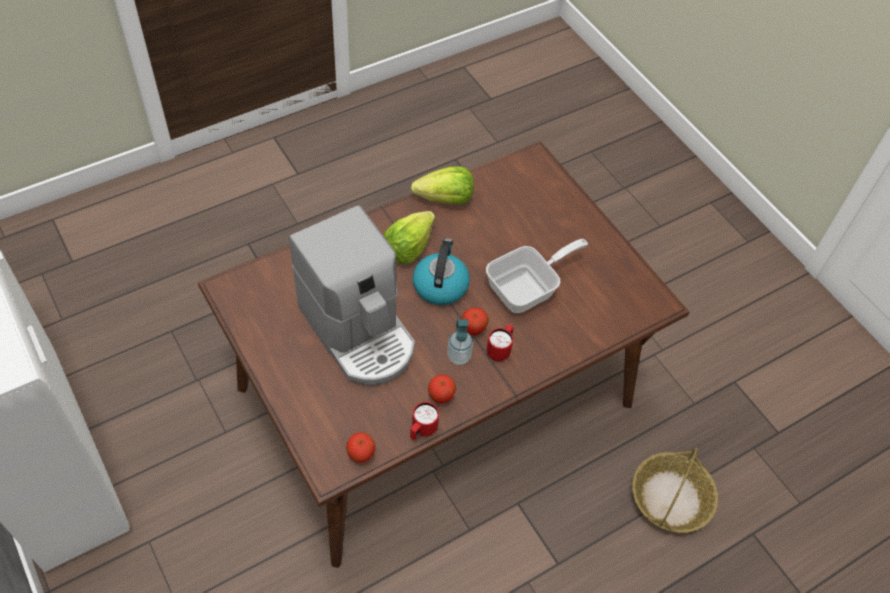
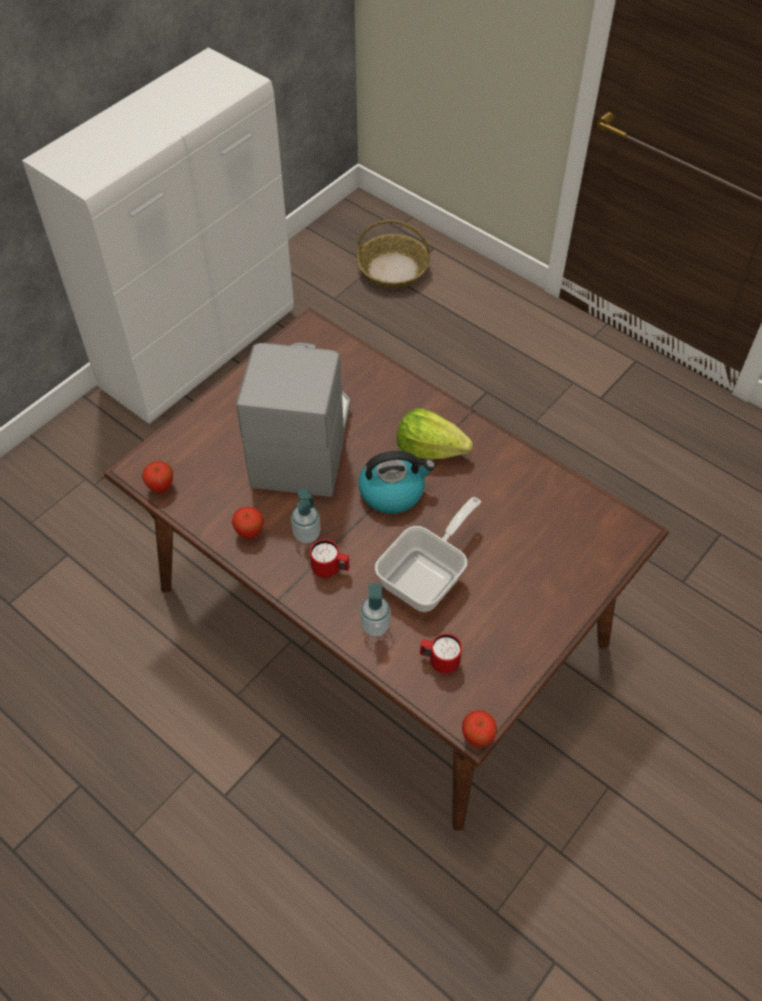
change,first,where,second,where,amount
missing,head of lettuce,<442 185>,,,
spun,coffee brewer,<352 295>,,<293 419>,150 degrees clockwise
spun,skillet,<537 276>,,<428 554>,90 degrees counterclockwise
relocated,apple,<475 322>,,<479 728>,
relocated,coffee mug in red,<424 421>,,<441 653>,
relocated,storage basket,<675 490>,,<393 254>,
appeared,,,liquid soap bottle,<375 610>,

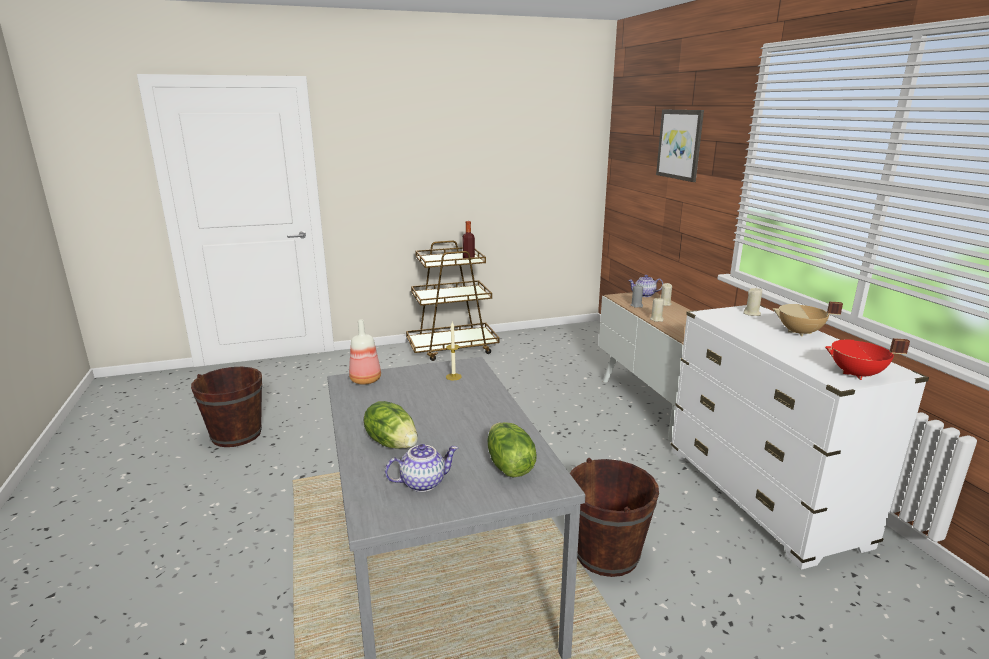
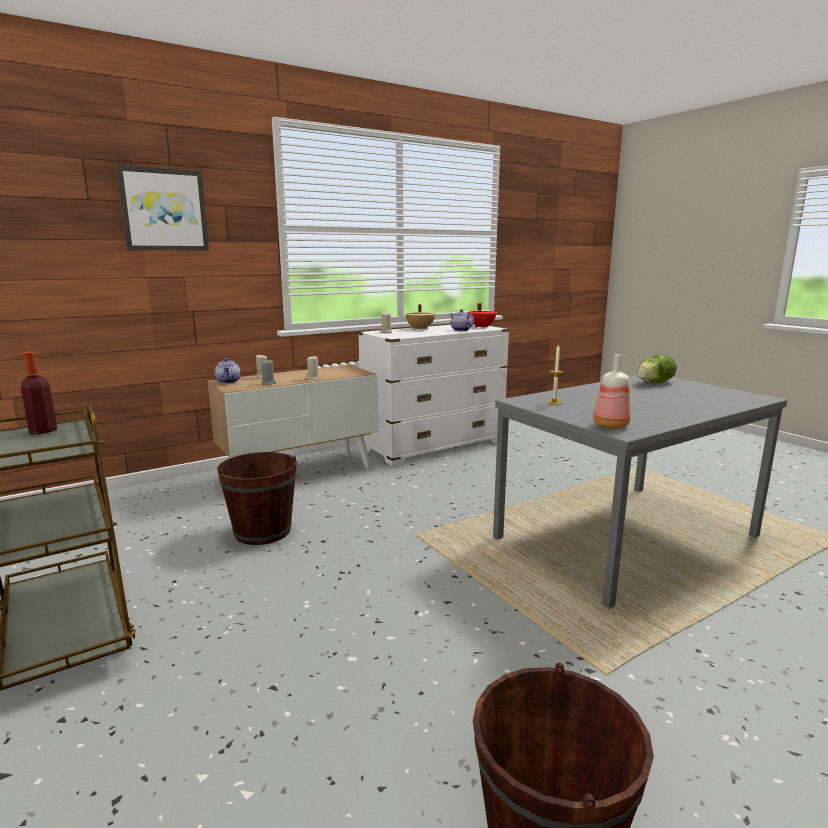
change,first,where,second,where,amount
missing,head of lettuce,<391 425>,,,
relocated,teapot,<421 468>,,<462 320>,
relocated,water bucket in brown-coloured,<614 517>,,<257 498>,

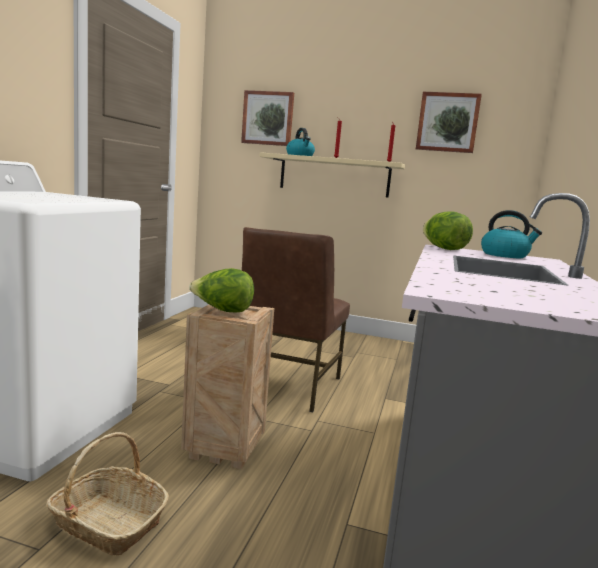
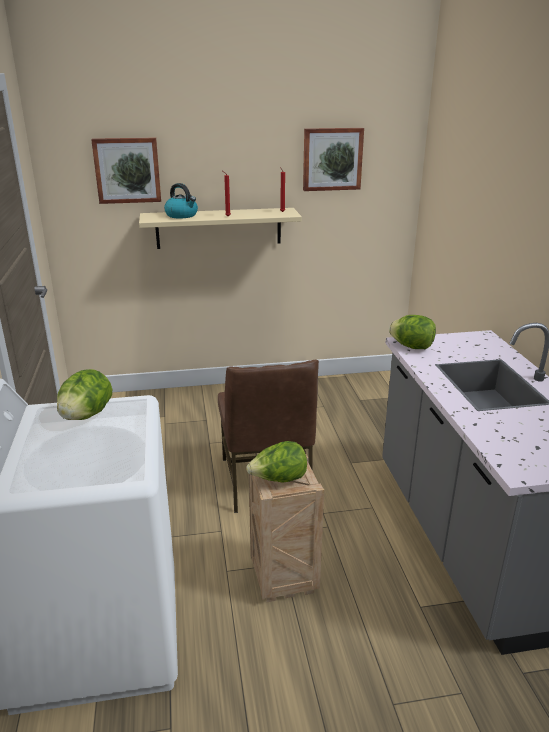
change,first,where,second,where,amount
missing,kettle,<511 234>,,,
missing,storage basket,<107 494>,,,
appeared,,,head of lettuce,<84 394>,

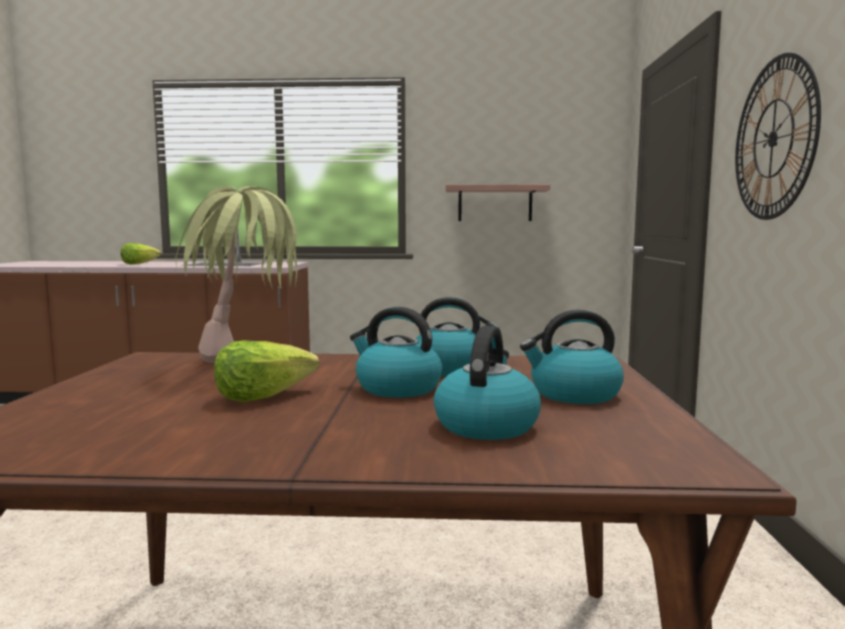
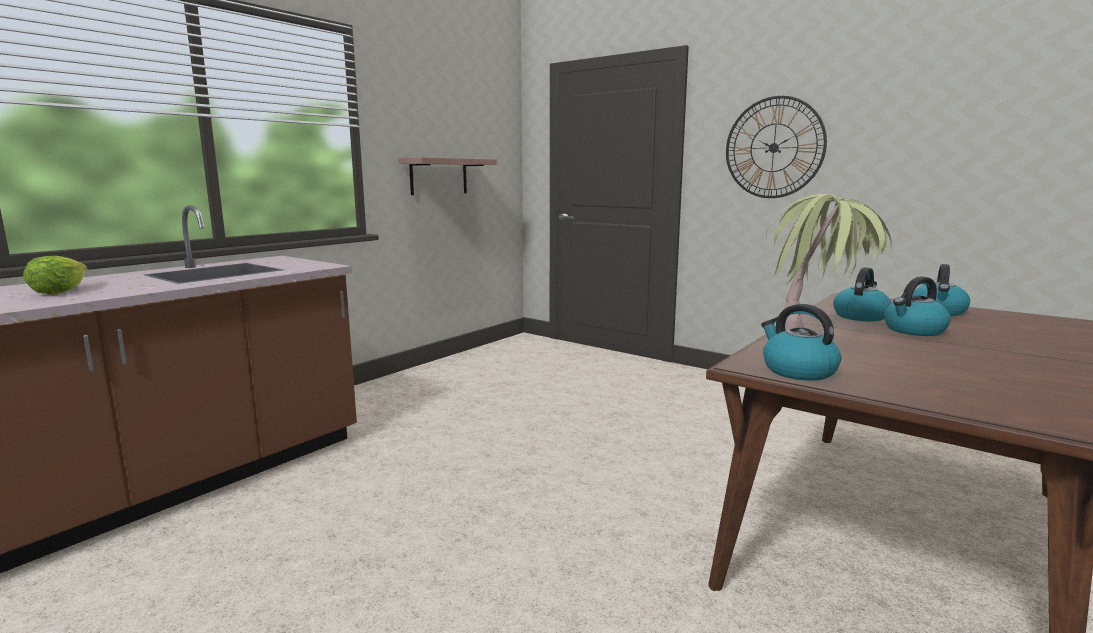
change,first,where,second,where,amount
relocated,kettle,<487 382>,,<801 342>,
missing,head of lettuce,<266 371>,,,

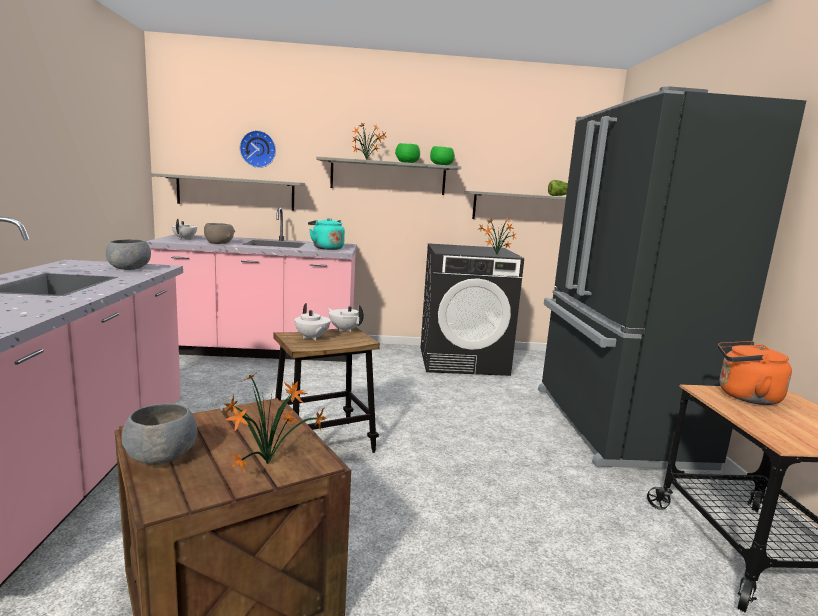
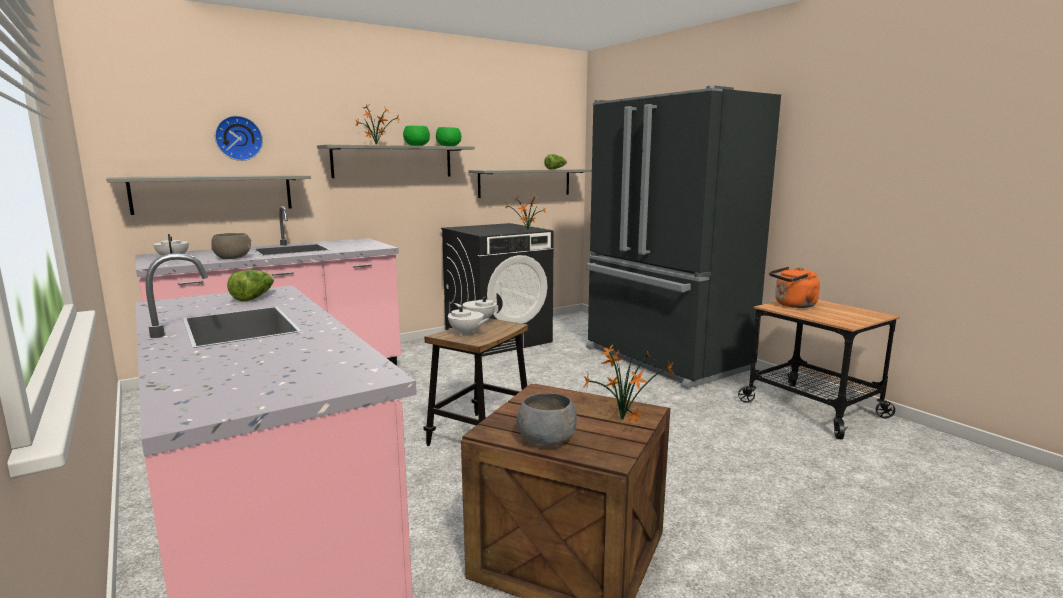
change,first,where,second,where,amount
missing,kettle in turquoise-coloured,<326 234>,,,
exchanged,serving bowl in greyish,<128 254>,head of lettuce,<250 285>,

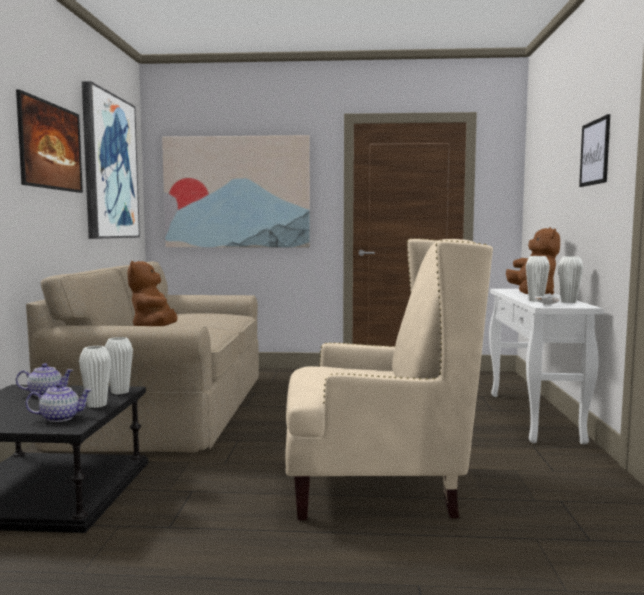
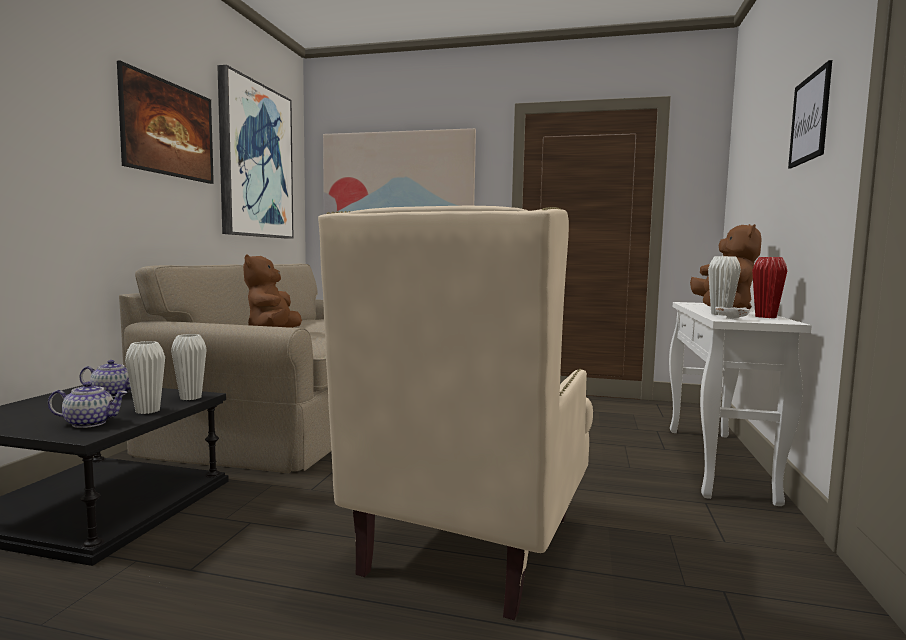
change,first,where,second,where,amount
spun,lounge chair in beige,<389 379>,,<455 412>,105 degrees clockwise
colour,flower vase in white,<570 279>,flower vase in red,<769 287>,

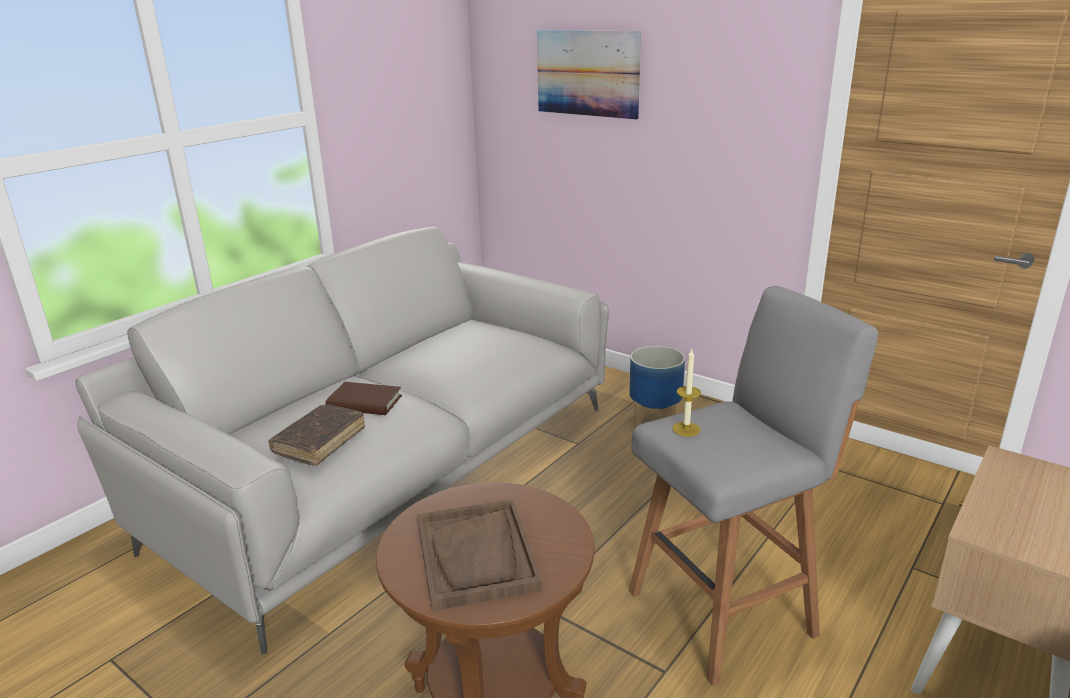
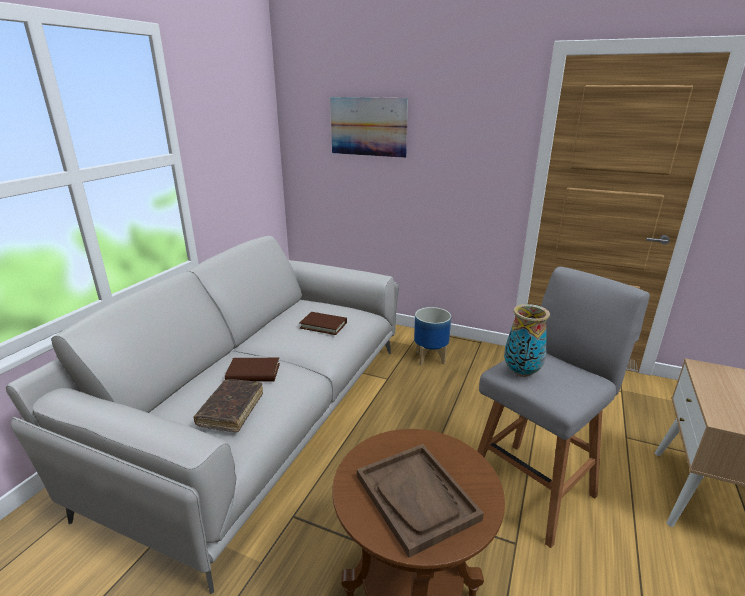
change,first,where,second,where,amount
exchanged,candle,<686 393>,flower vase,<527 340>,
appeared,,,volume in brown-coloured,<323 323>,

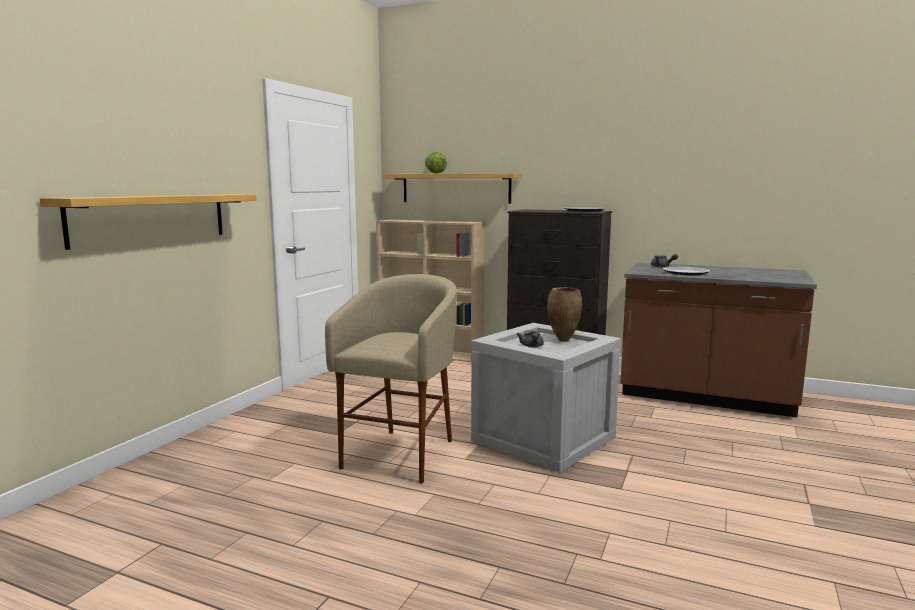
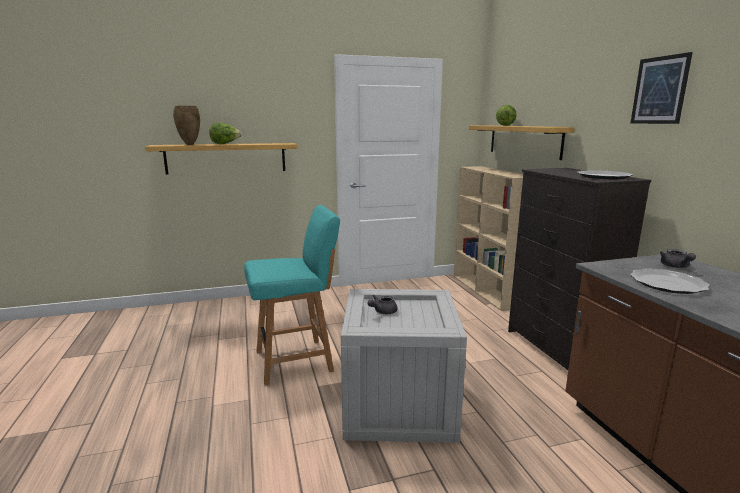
change,first,where,second,where,amount
exchanged,stool seat in beige,<391 379>,upright chair in turquoise-coloured,<292 295>,
relocated,flower vase in brown-coloured,<564 314>,,<186 125>,
appeared,,,wall picture,<662 88>,
appeared,,,head of lettuce,<225 133>,

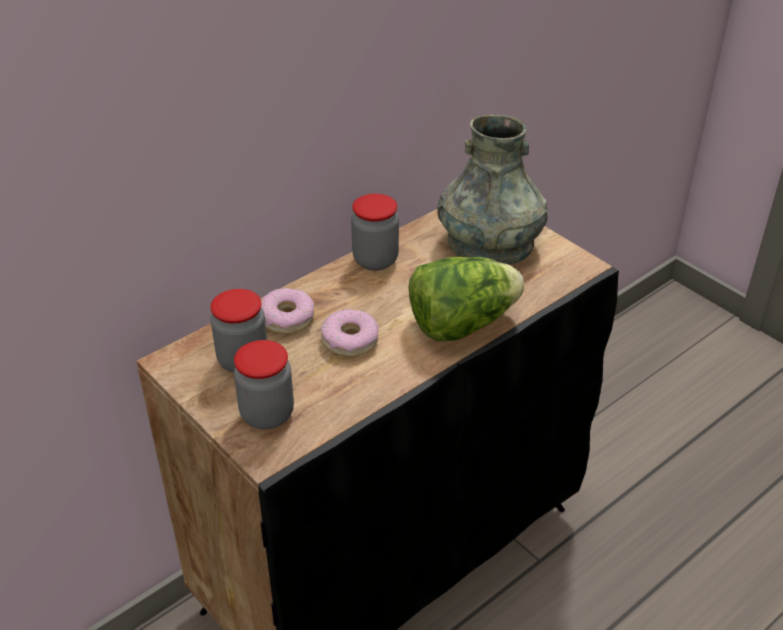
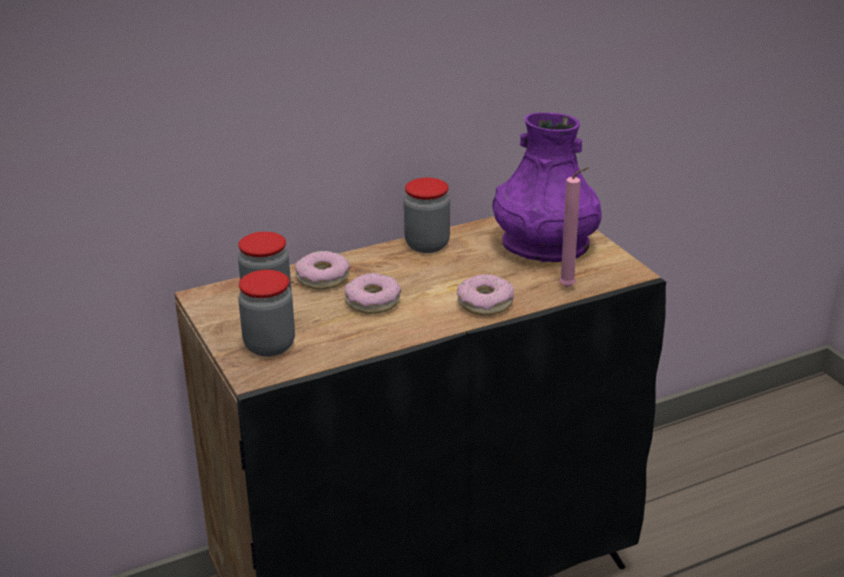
change,first,where,second,where,amount
colour,flower vase in greyish,<492 189>,flower vase in purple,<547 187>,
exchanged,head of lettuce,<466 299>,ring doughnut,<485 295>,
appeared,,,candle in pink-coloured,<574 227>,

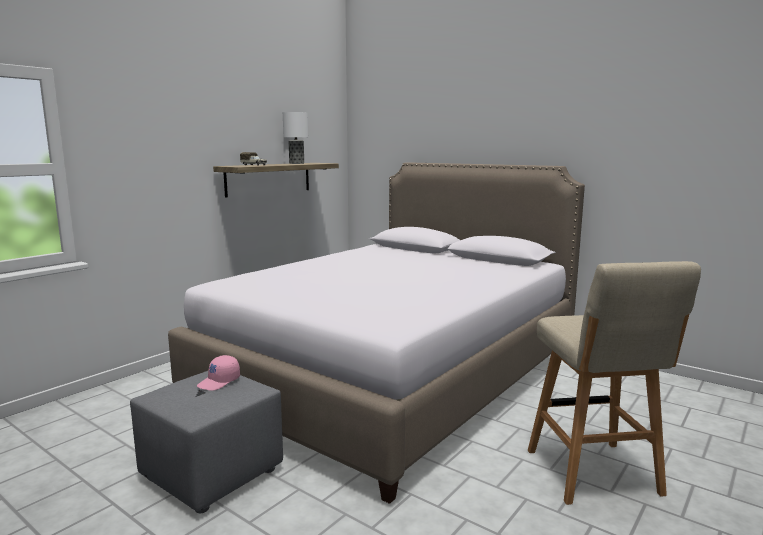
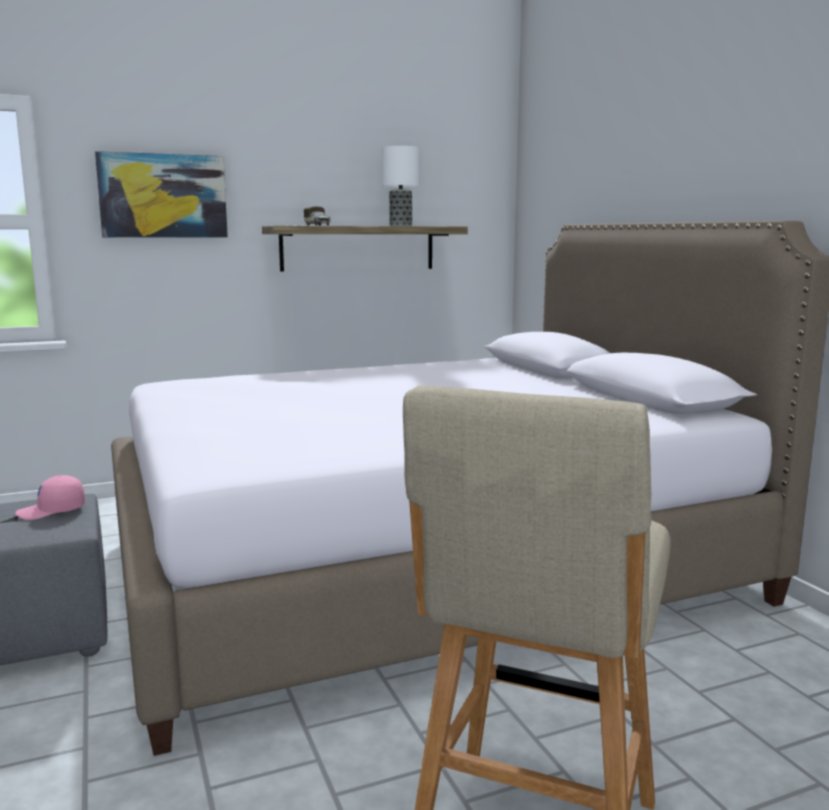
change,first,where,second,where,amount
appeared,,,wall picture,<161 194>,

